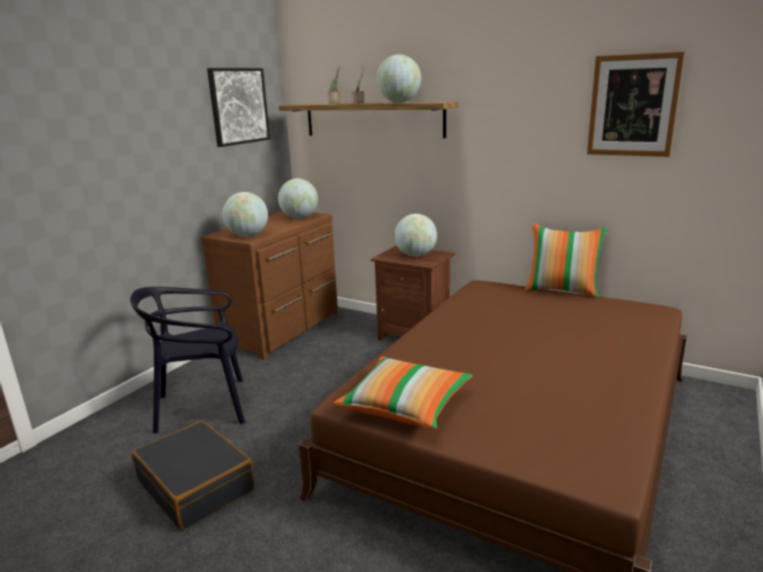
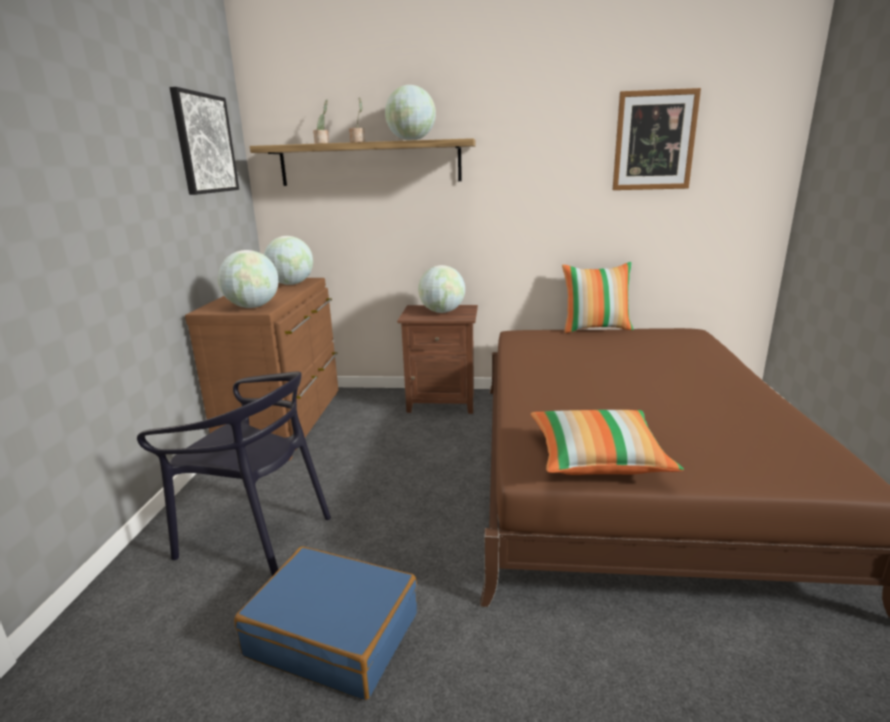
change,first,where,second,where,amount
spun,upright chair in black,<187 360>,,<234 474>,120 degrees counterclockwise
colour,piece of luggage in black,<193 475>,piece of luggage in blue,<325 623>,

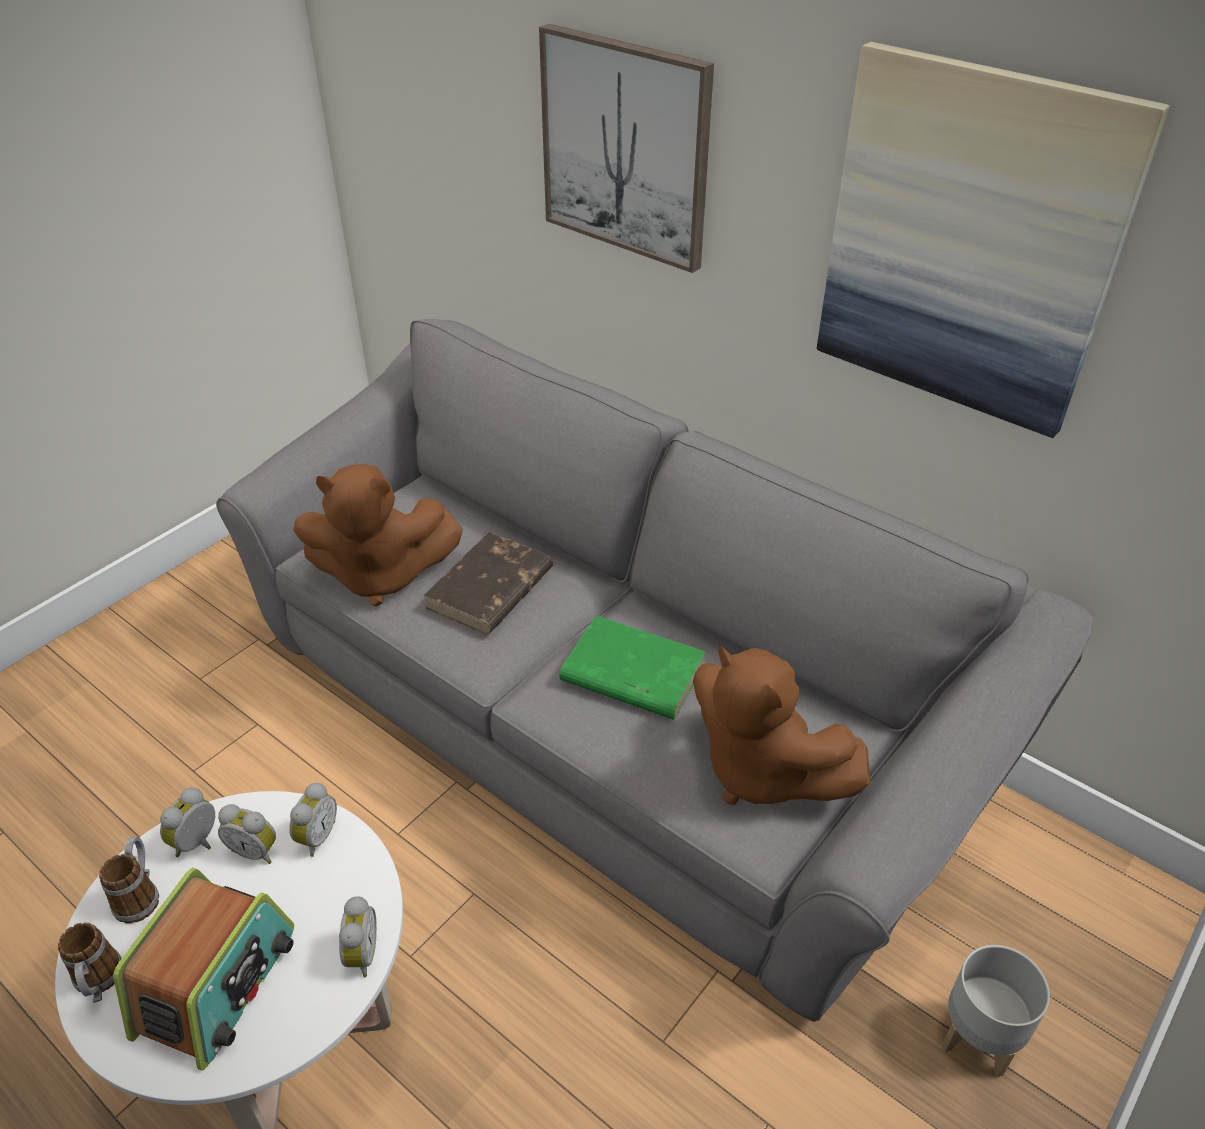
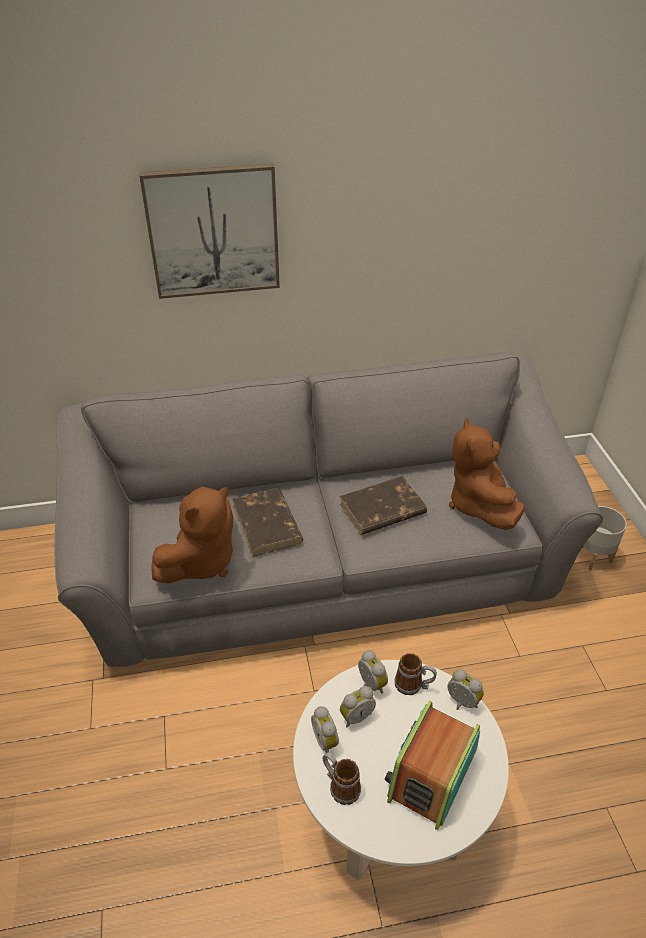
change,first,where,second,where,amount
missing,wall picture,<993 240>,,,
colour,volume in greenish,<632 667>,volume in brown-coloured,<383 505>,
spun,plush toy in brown-coloured,<782 726>,,<486 474>,90 degrees clockwise
spun,radio receiver,<203 969>,,<432 765>,120 degrees counterclockwise
relocated,coffee mug,<90 962>,,<415 674>,

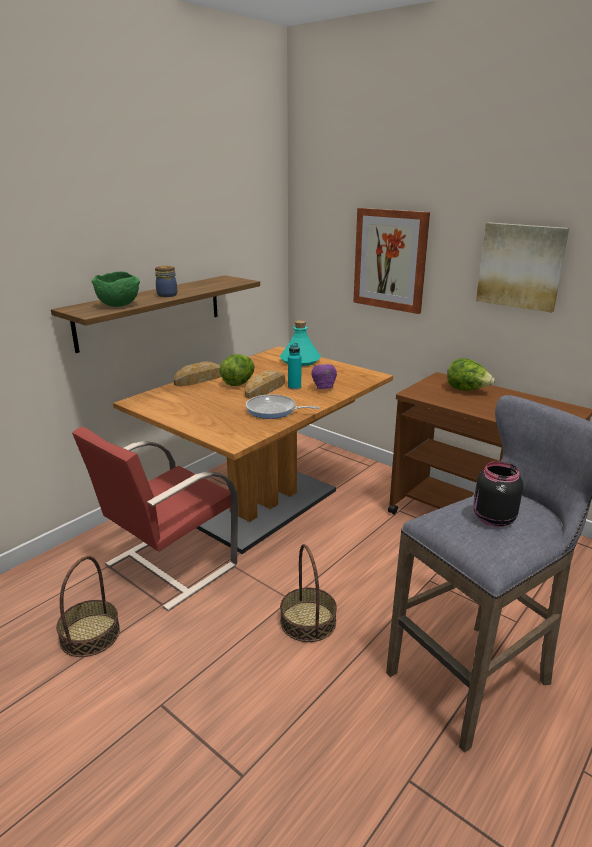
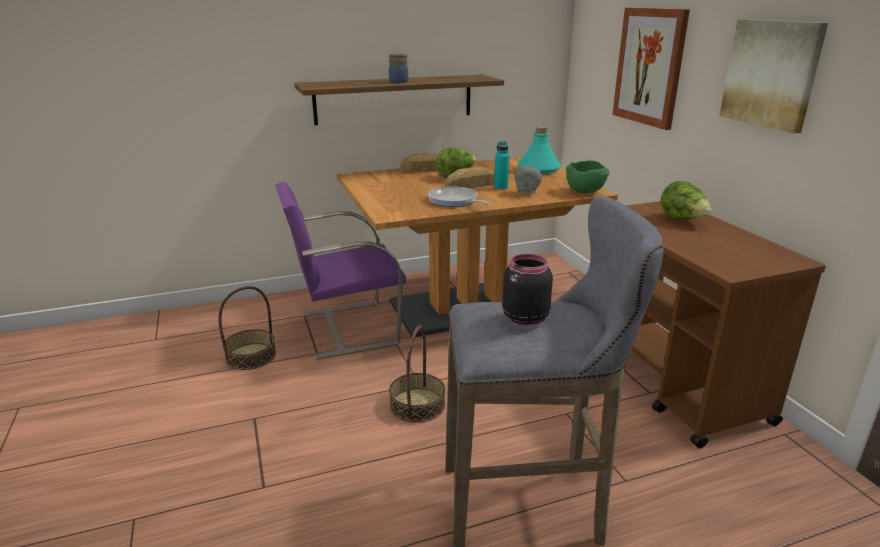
change,first,where,second,where,amount
relocated,serving bowl in greenish,<116 289>,,<587 176>,
colour,serving bowl in purple,<324 376>,serving bowl in greyish,<528 180>,
colour,upright chair in red,<155 519>,upright chair in purple,<340 270>,

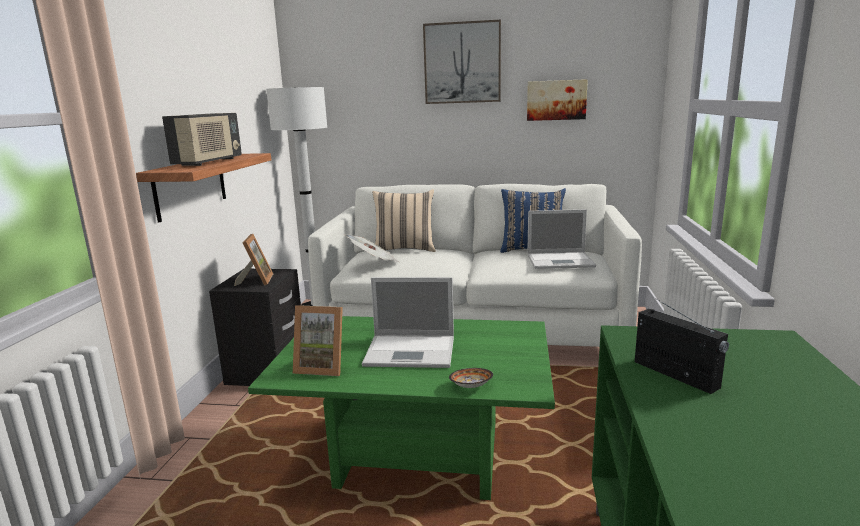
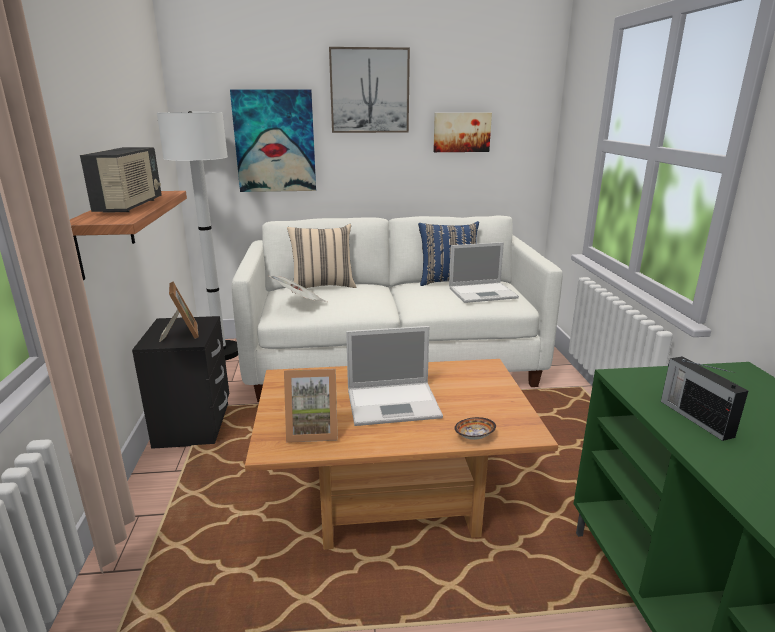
change,first,where,second,where,amount
spun,radio receiver,<682 346>,,<705 398>,150 degrees counterclockwise
colour,low table in greenish,<401 408>,low table in brown-coloured,<401 454>,
appeared,,,wall picture,<273 140>,

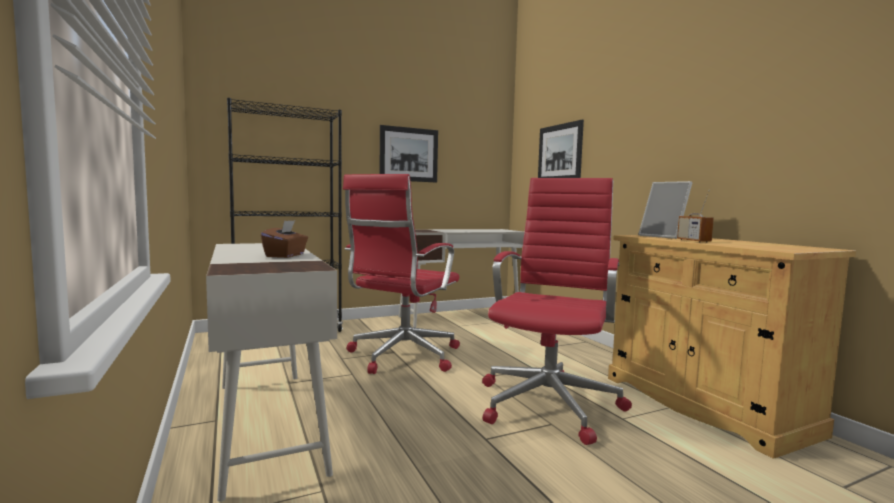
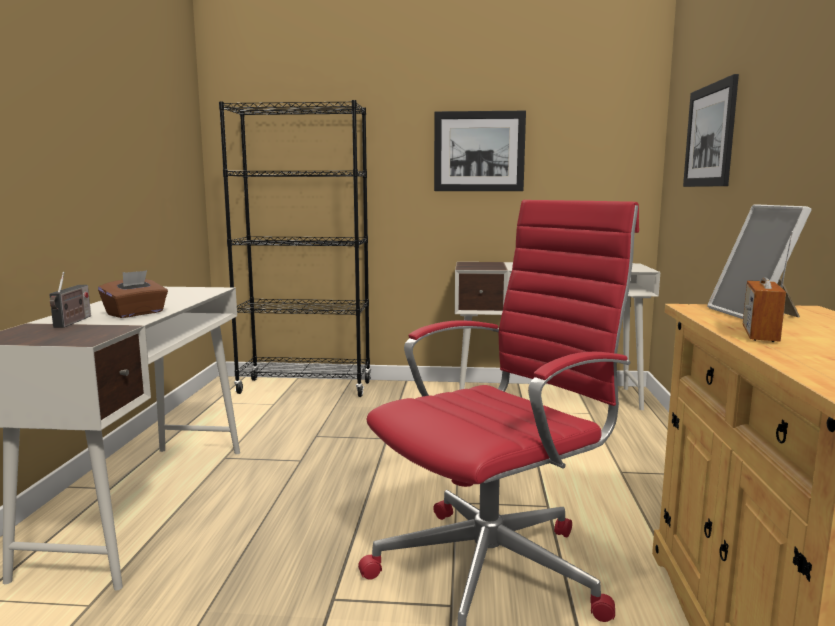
change,first,where,second,where,amount
missing,office chair in red,<401 274>,,,
appeared,,,radio receiver,<70 300>,

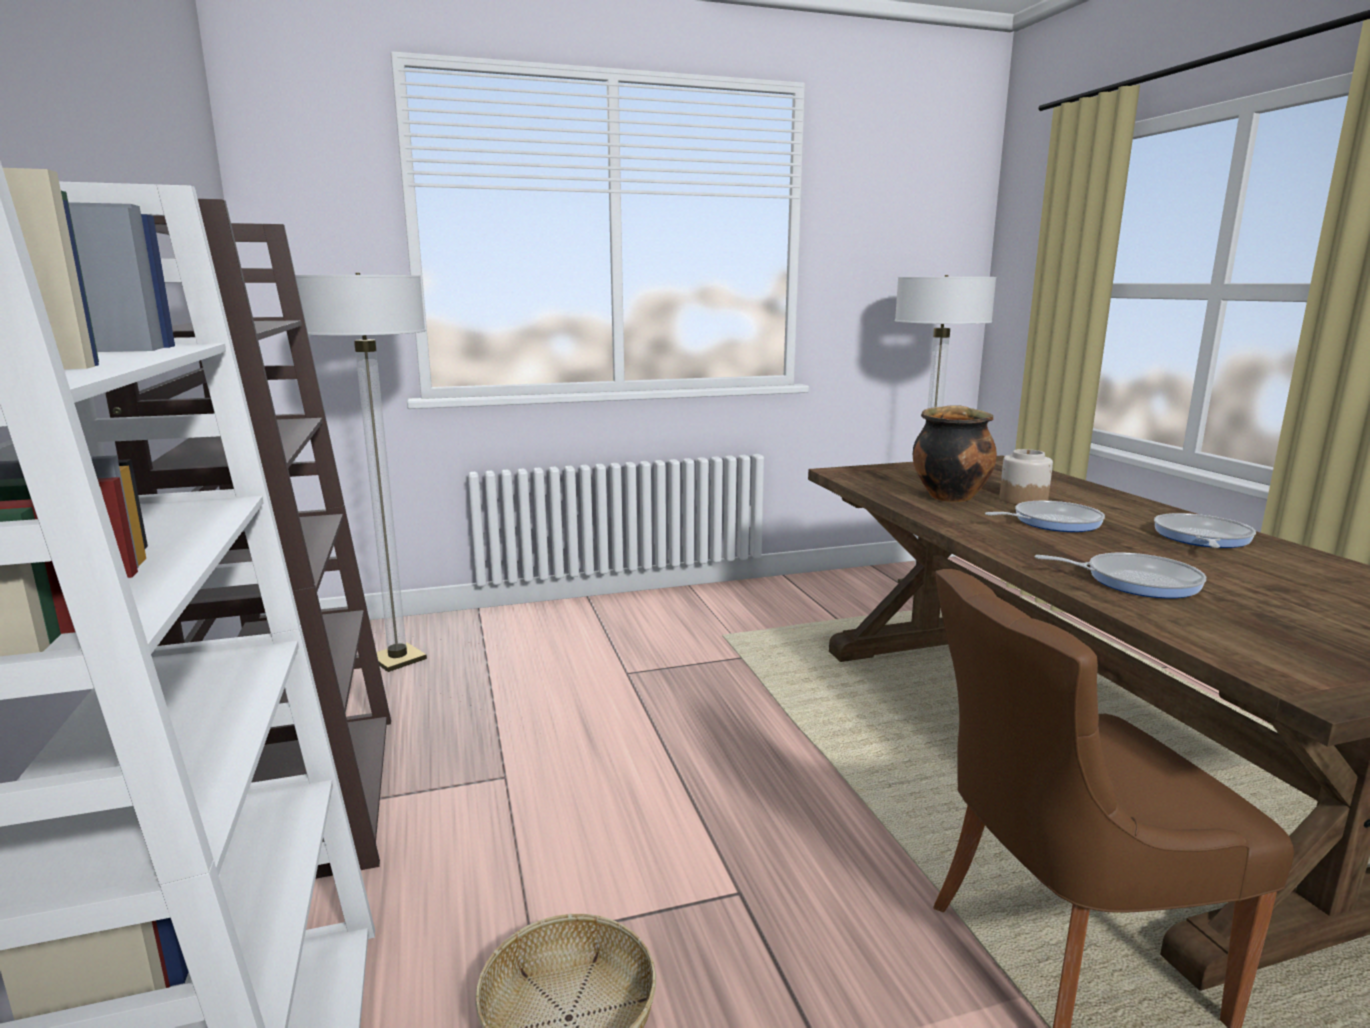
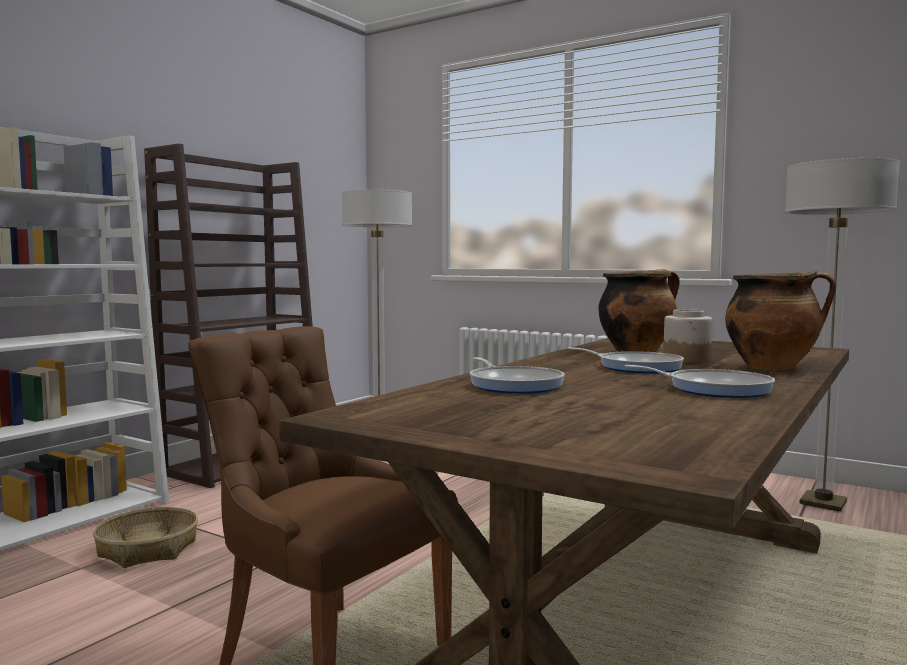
change,first,where,second,where,amount
spun,skillet,<1205 530>,,<699 381>,45 degrees clockwise
appeared,,,saucepot,<780 320>,

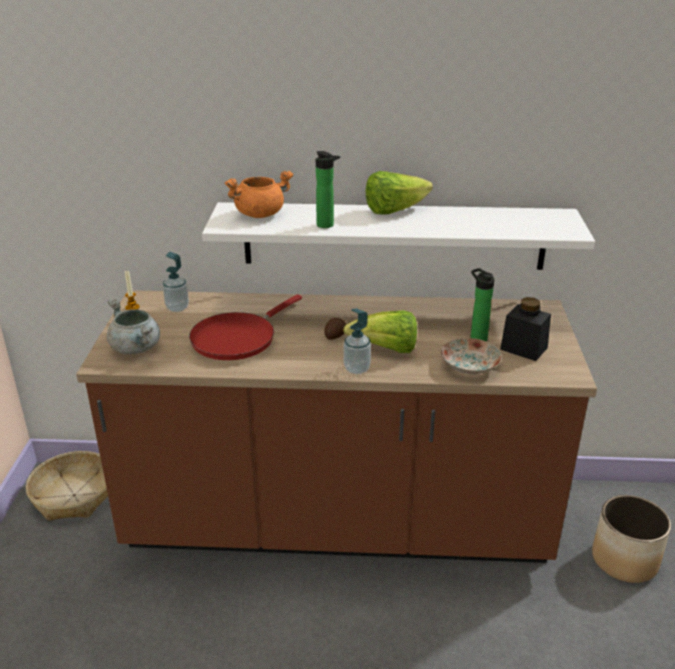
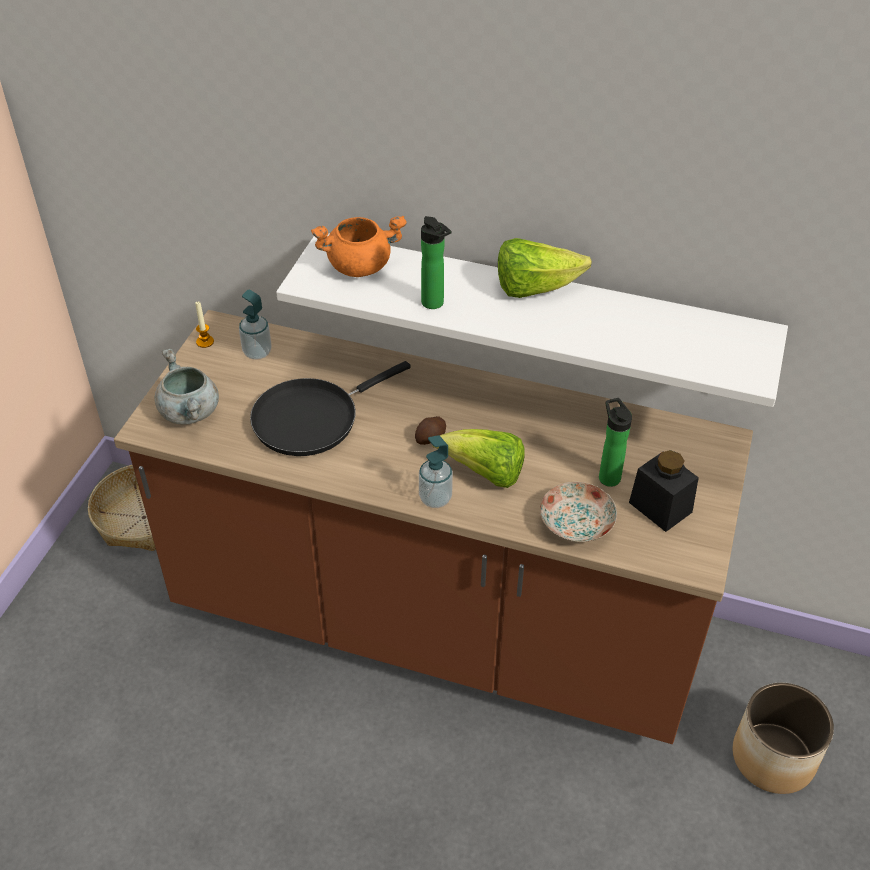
change,first,where,second,where,amount
colour,skillet in red,<245 327>,skillet in black,<330 408>,

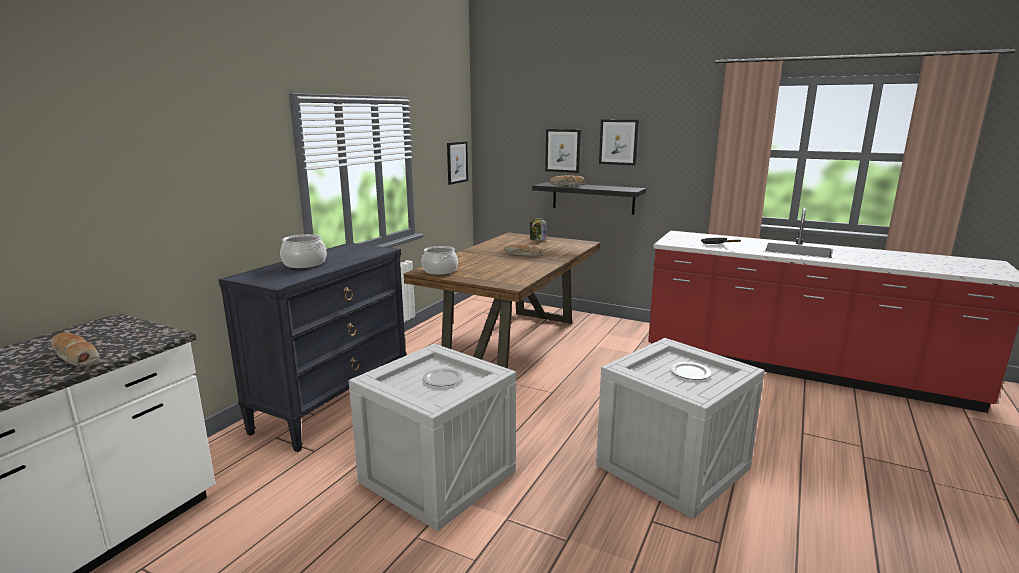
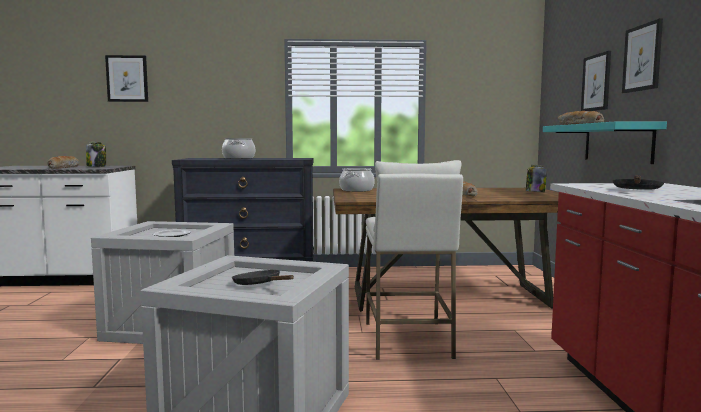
change,first,where,second,where,amount
relocated,wall picture,<457 163>,,<126 78>,
colour,wall shelf in black,<589 198>,wall shelf in turquoise-coloured,<605 142>,
exchanged,flat dish,<690 371>,skillet in black,<263 277>,
appeared,,,jar,<96 154>,
appeared,,,stool seat in white,<414 260>,

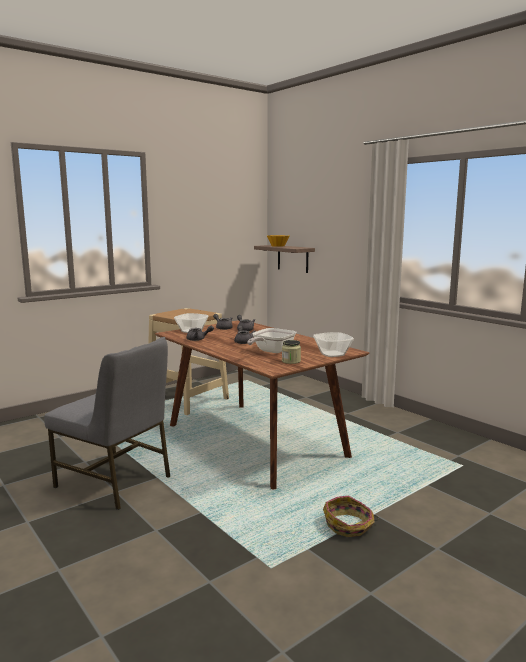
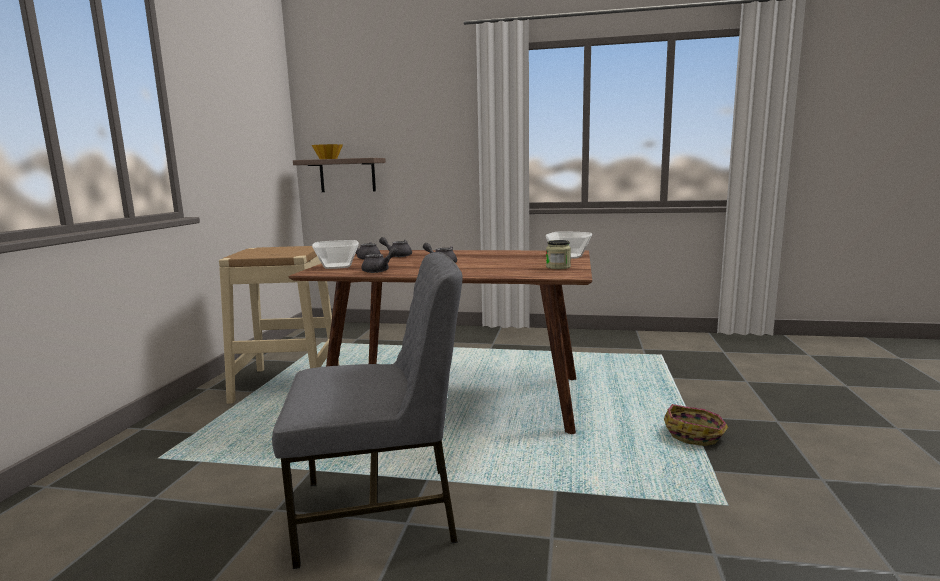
change,first,where,second,where,amount
missing,skillet,<272 340>,,,

